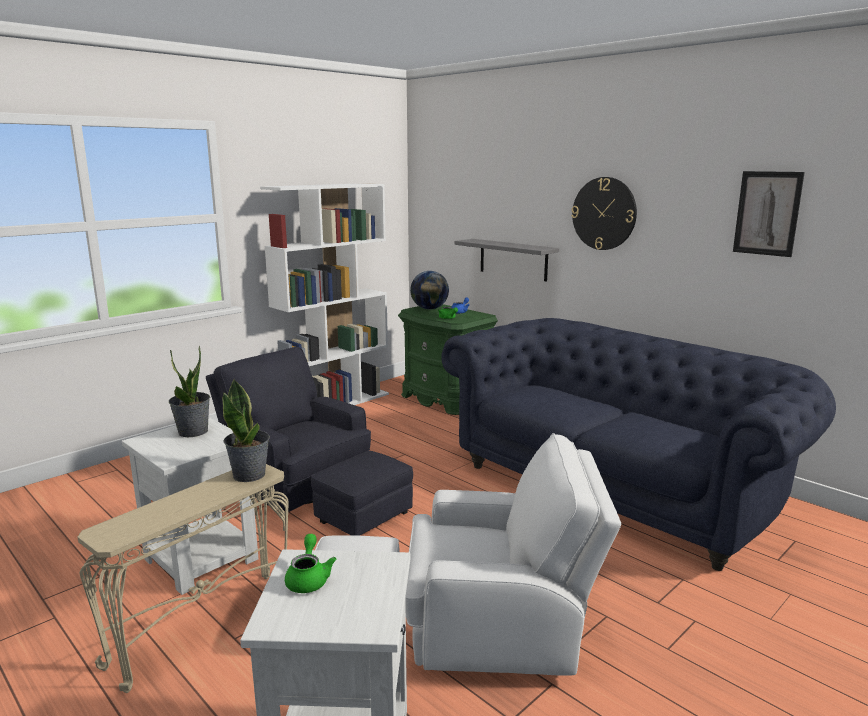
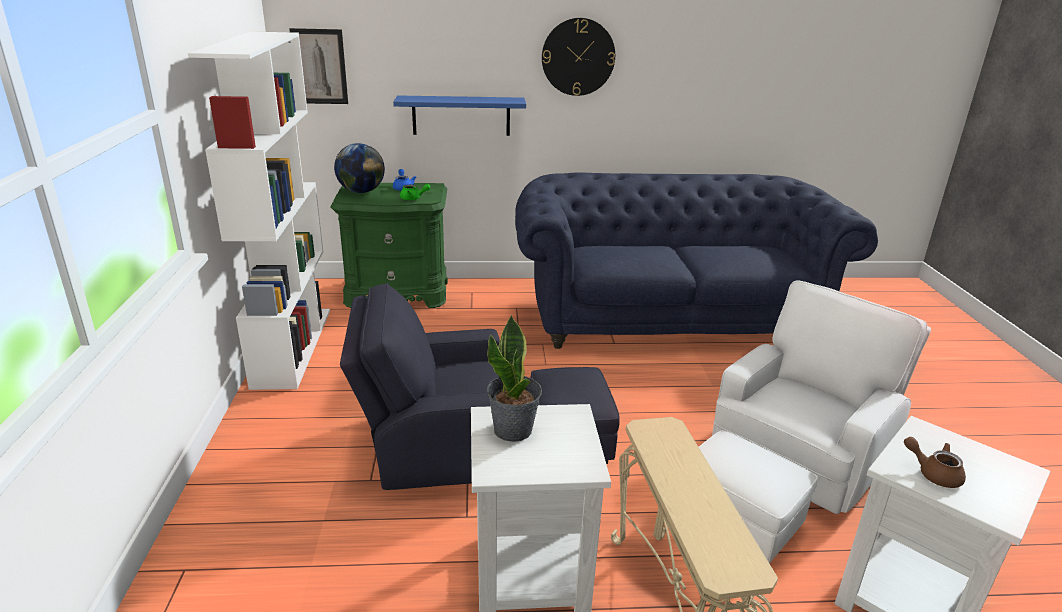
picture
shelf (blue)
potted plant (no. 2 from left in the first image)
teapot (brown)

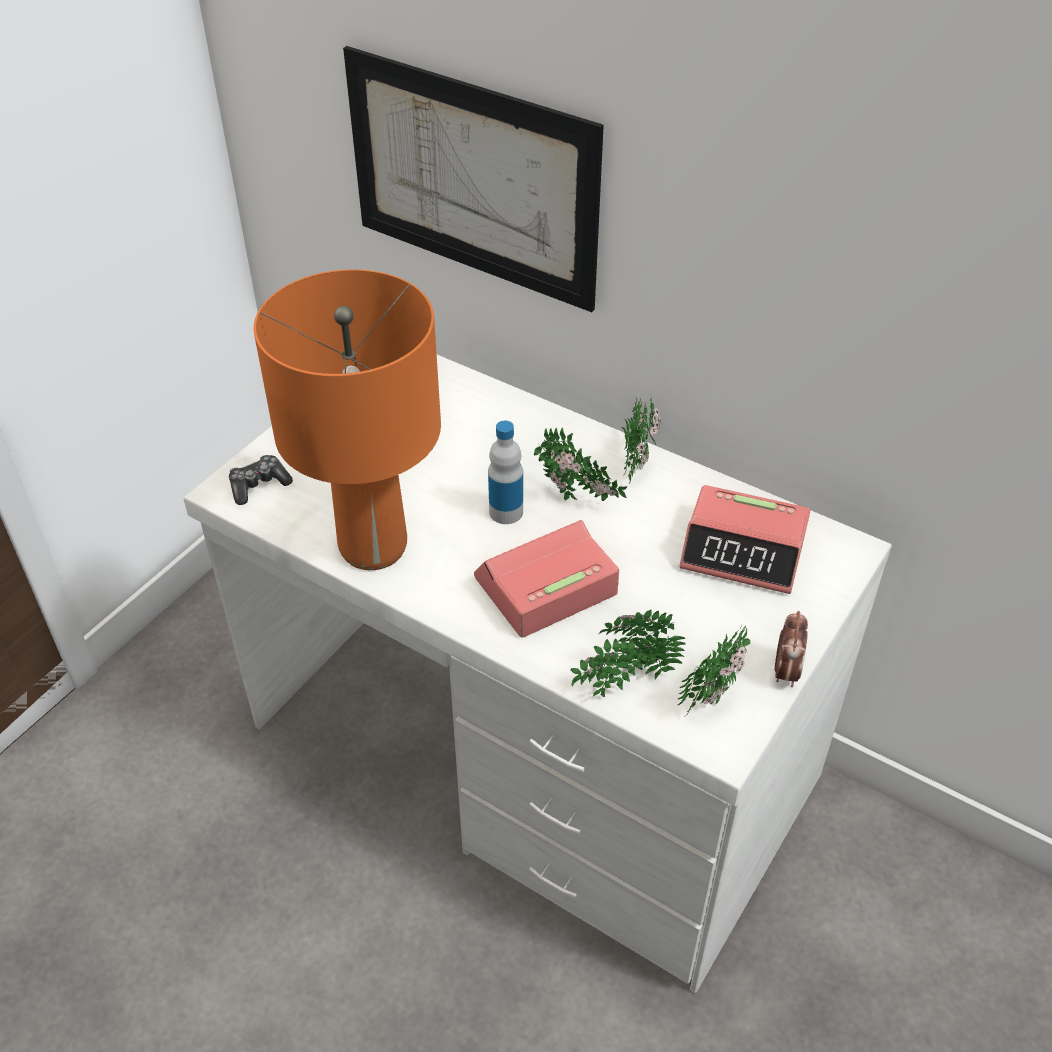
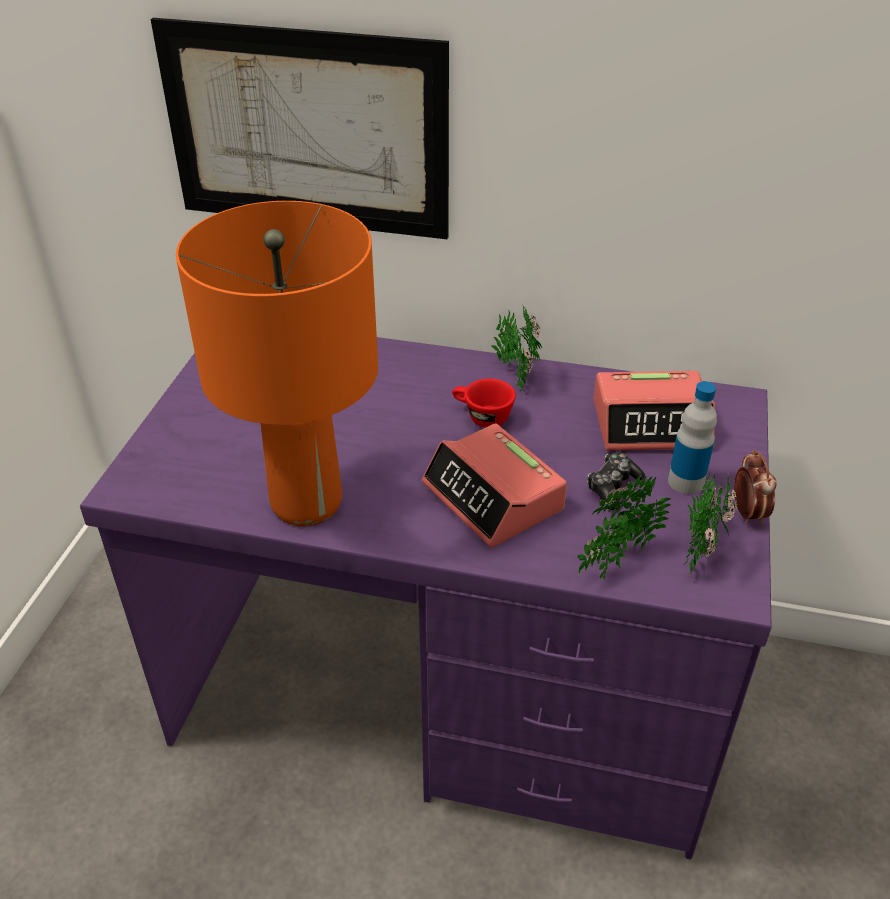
desk (purple)
bottle
cup (red)
game controller
alarm clock (no. 1 from left)

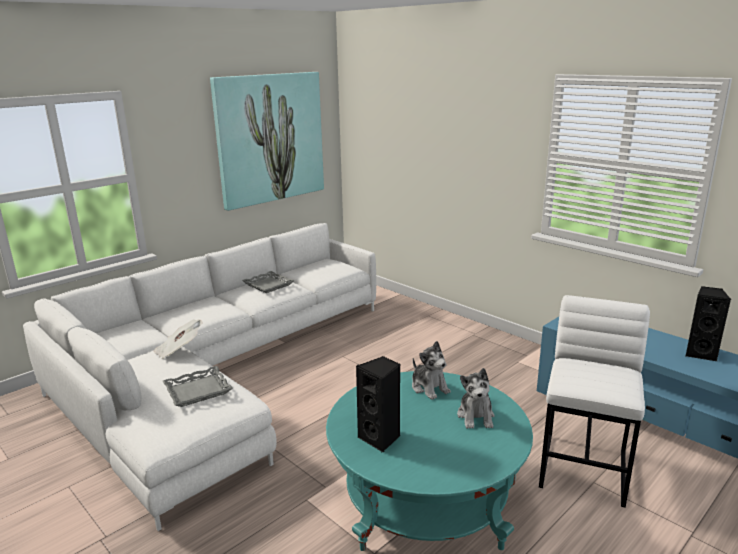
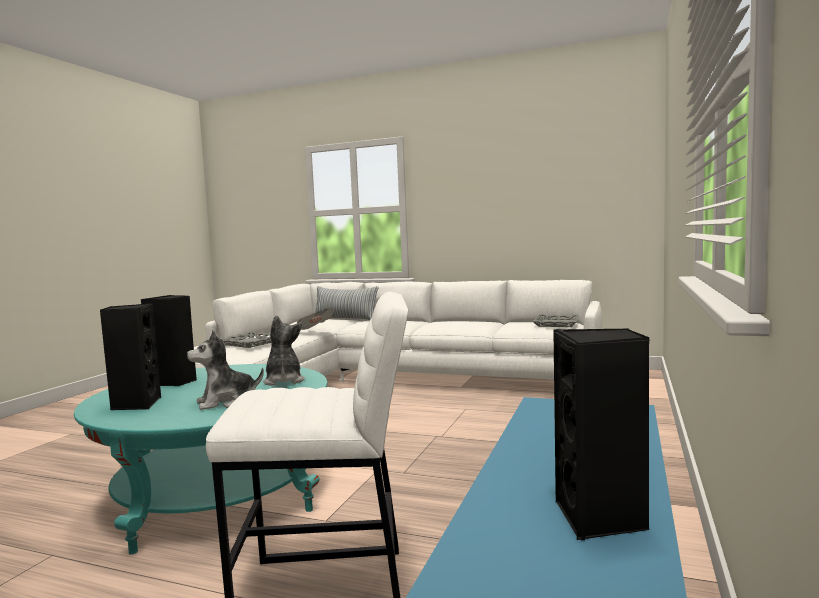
picture
tray (grey) (no. 2 from left)
plush toy (no. 2 from left)
pillow
speaker (black) (no. 1 from left)

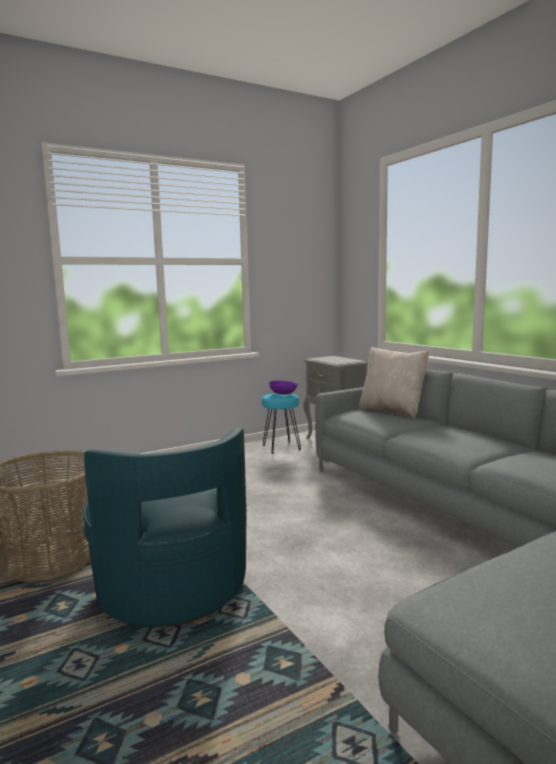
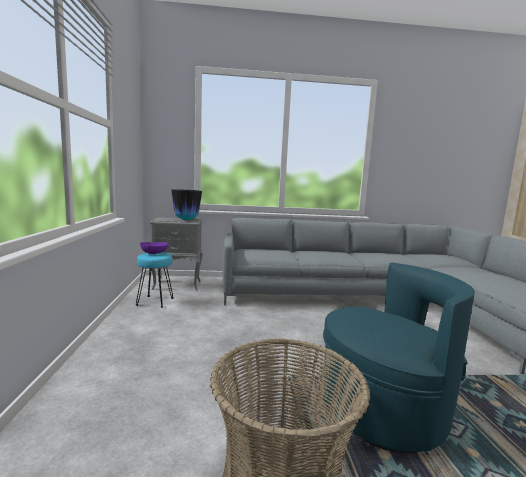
pillow (beige)
vase

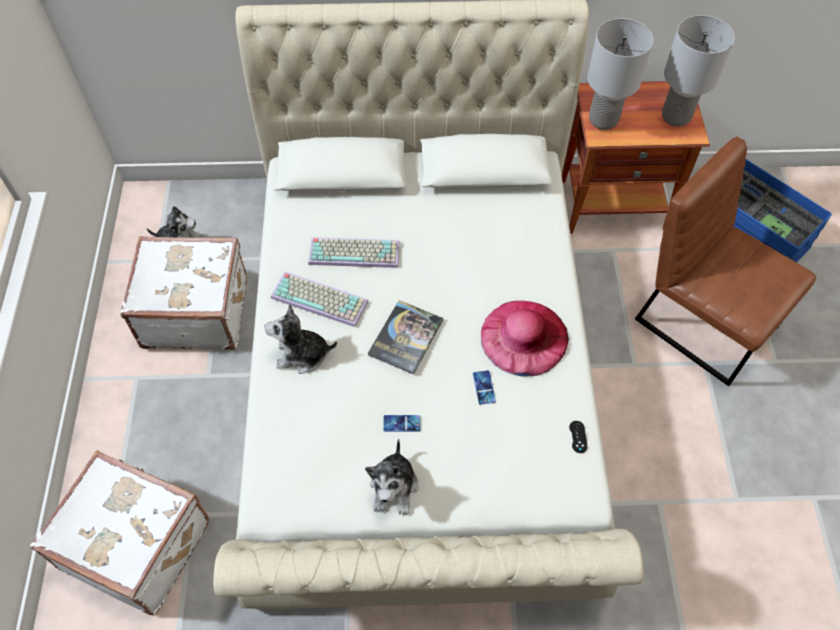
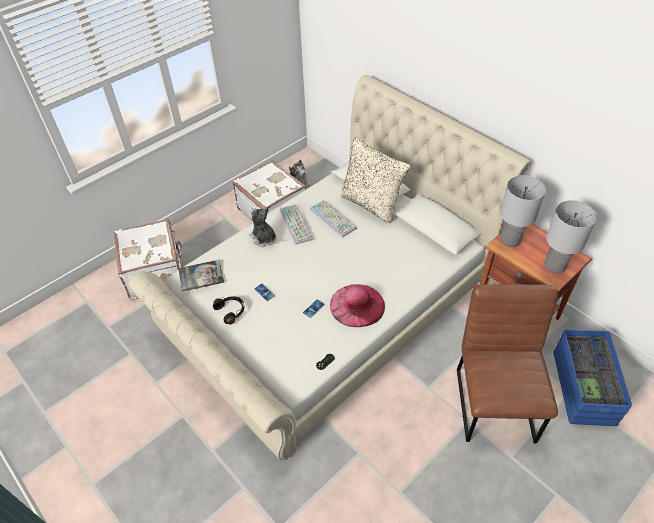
book
headphones (black)
pillow (beige)

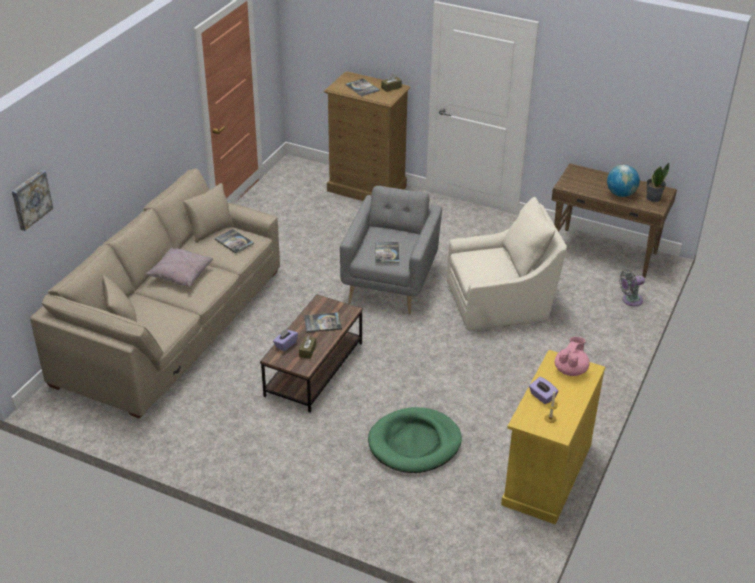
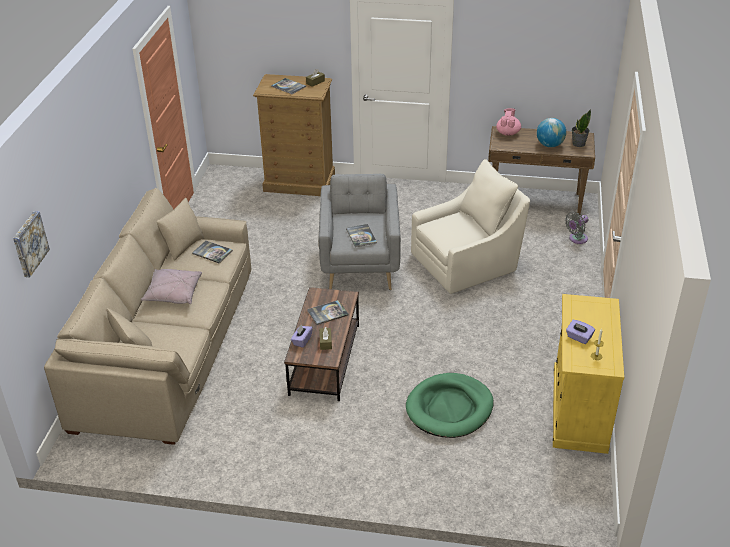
teapot (pink)

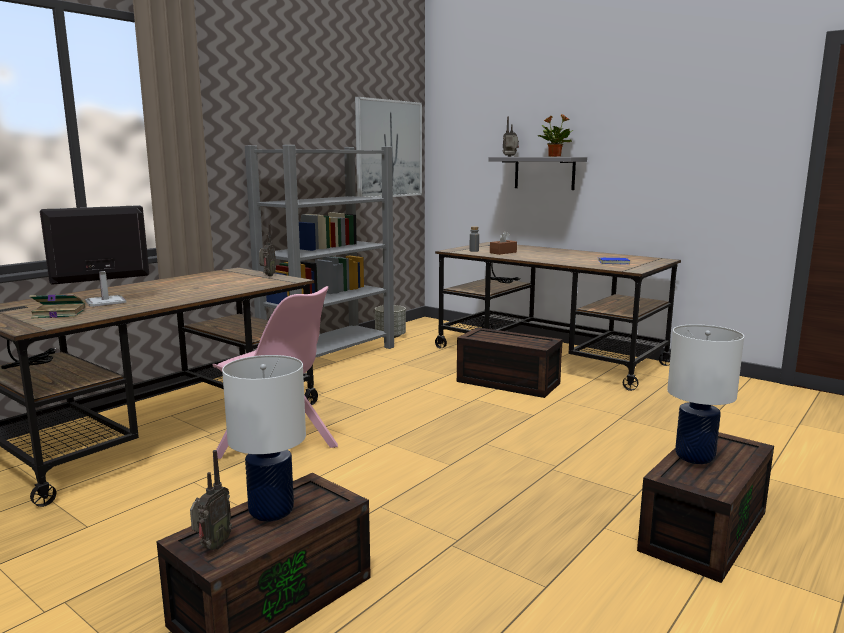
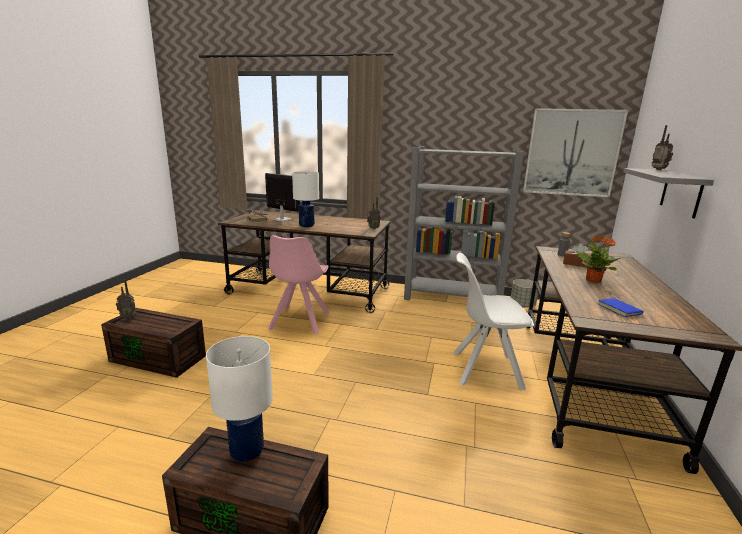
potted plant
chair (white)
table lamp (white) (no. 2 from left)

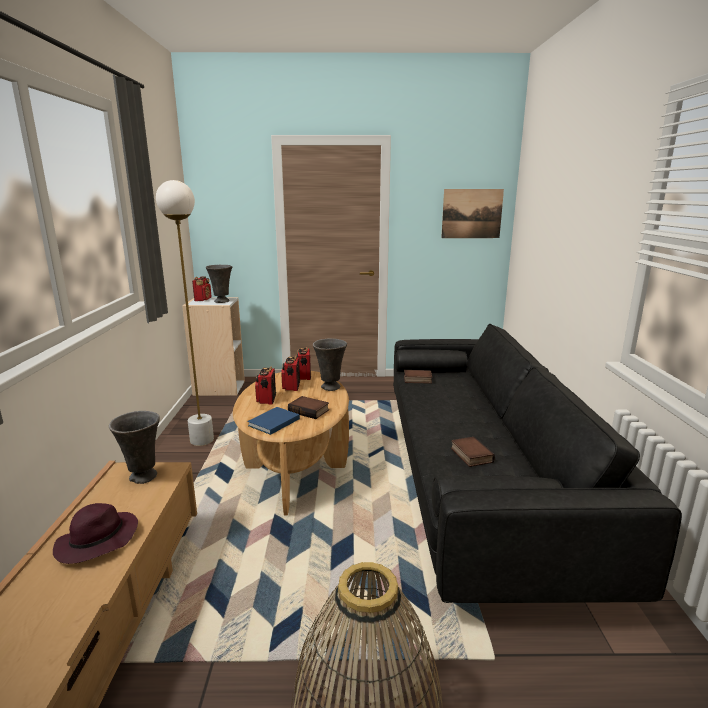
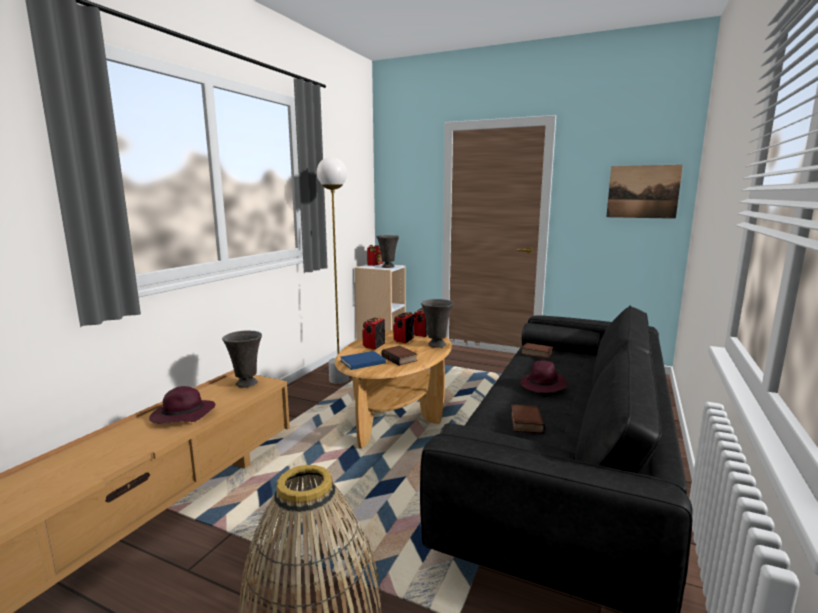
hat (purple) (no. 2 from left)

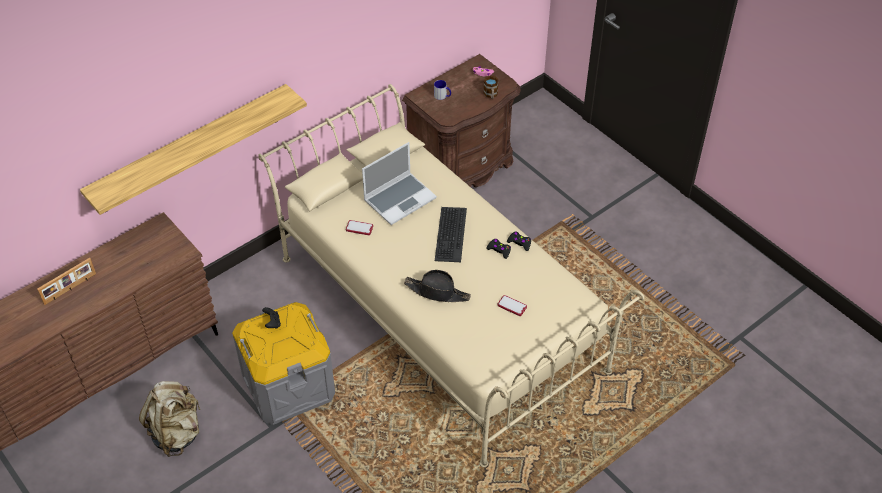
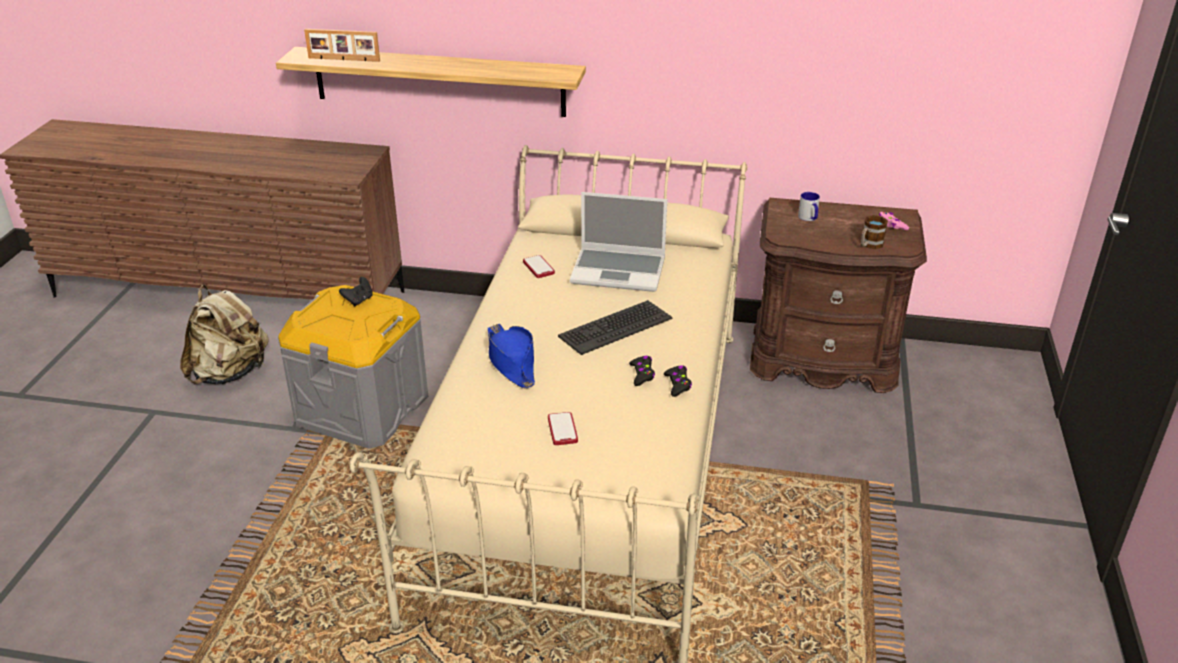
picture frame
hat (blue)

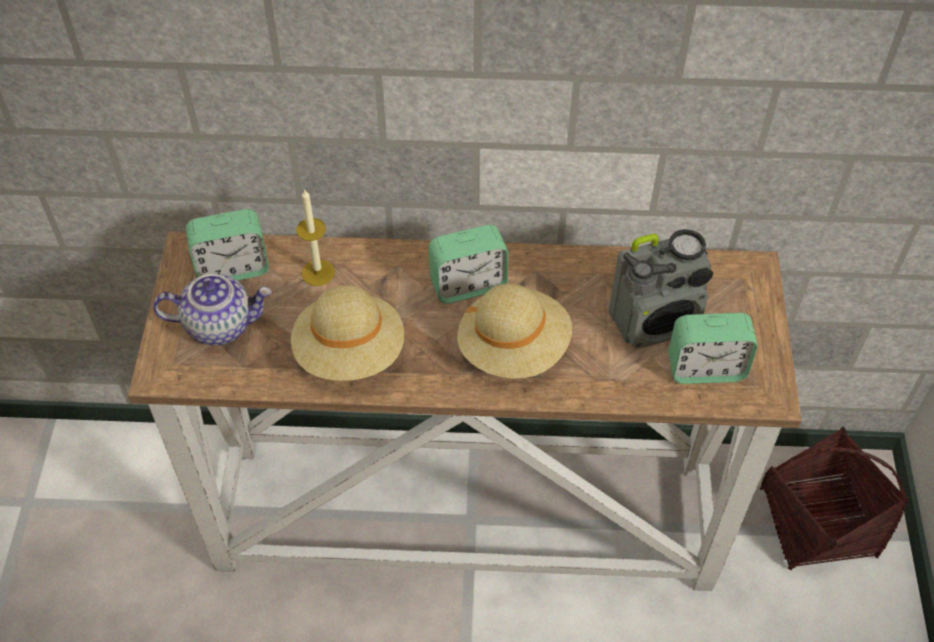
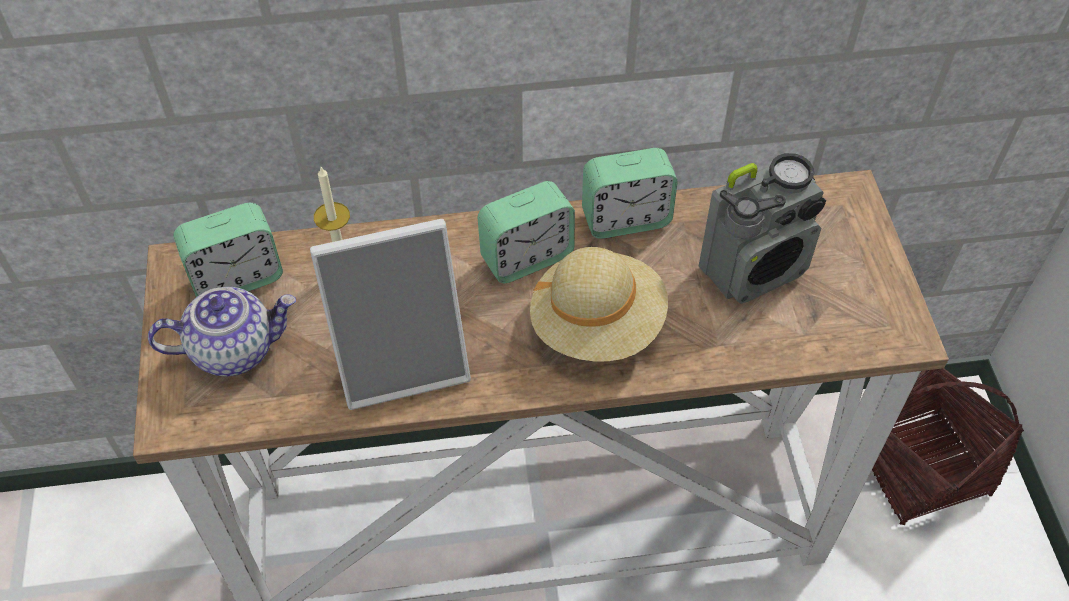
picture frame
alarm clock (no. 3 from left)

